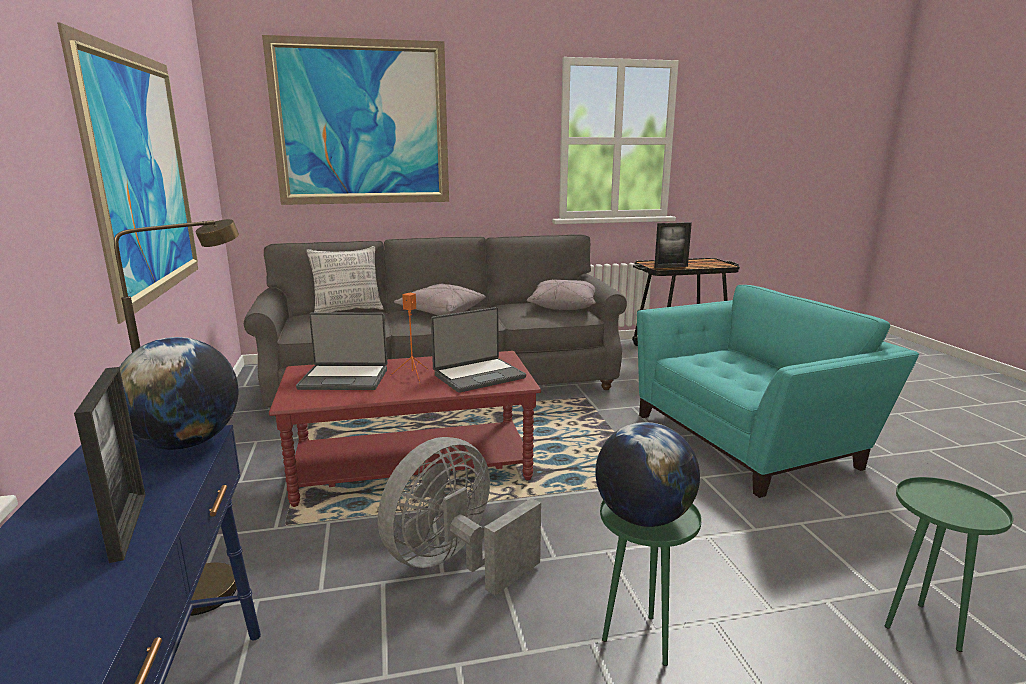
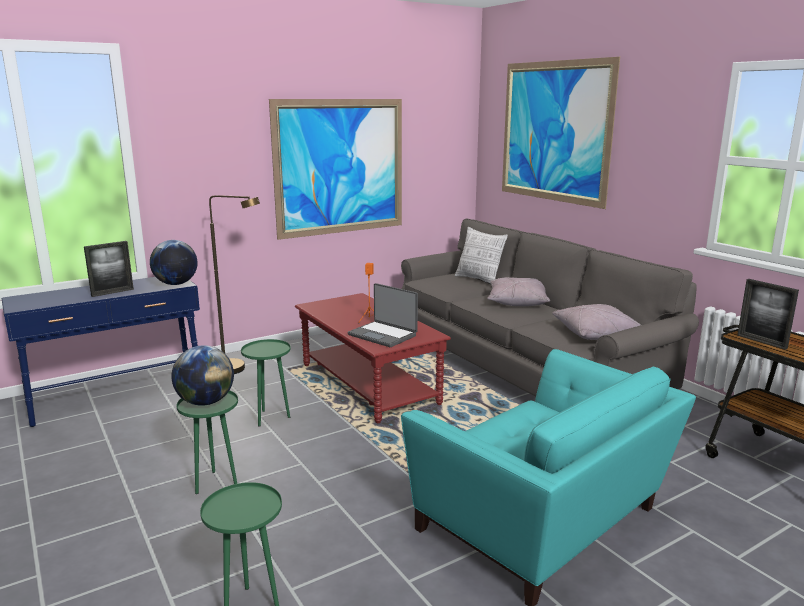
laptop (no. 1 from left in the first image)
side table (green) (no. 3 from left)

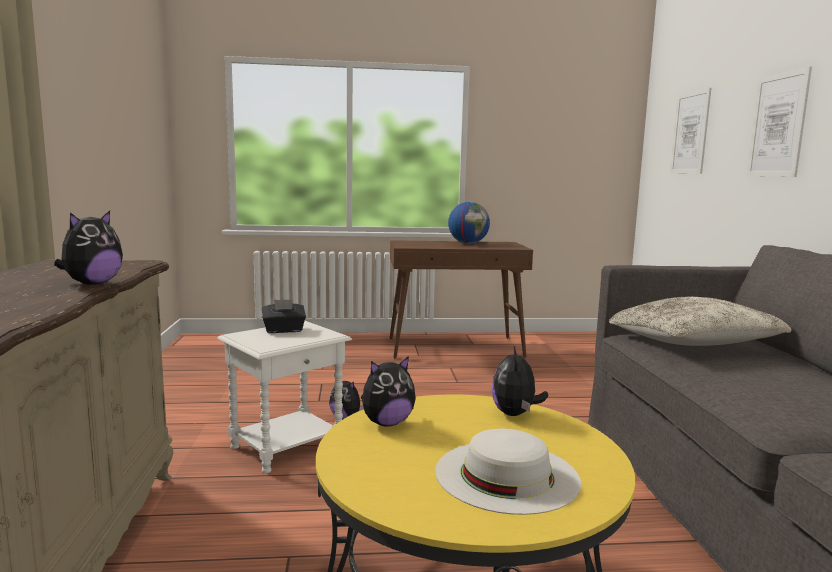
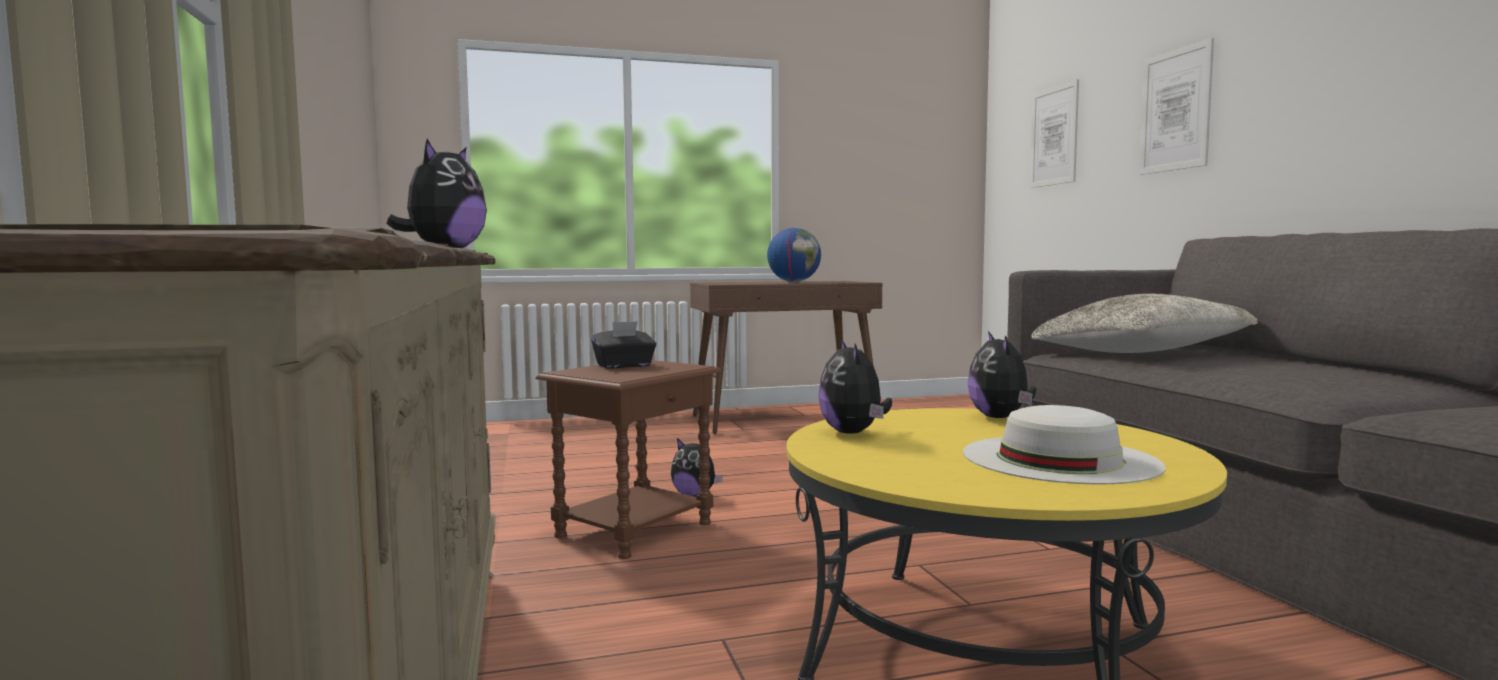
side table (brown)
plush toy (no. 3 from left)

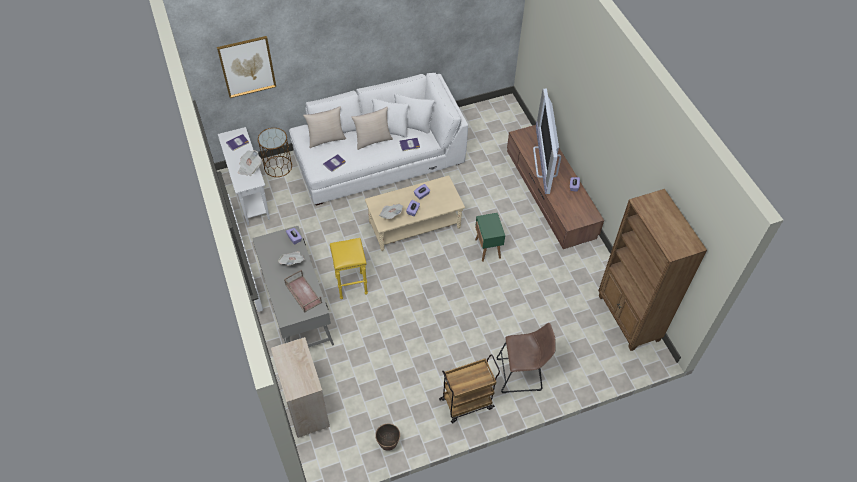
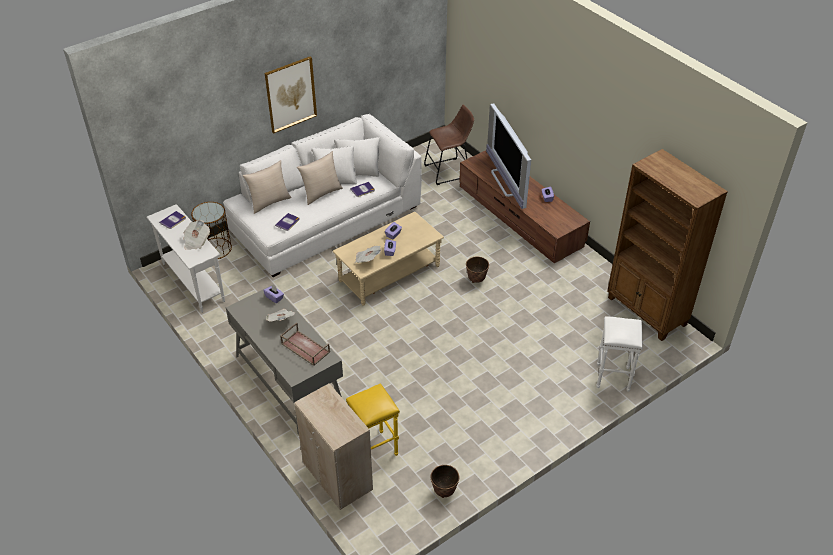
picture
planter (no. 2 from left)
stool (yellow)
stool (brown)
cart (brown)
stool (white)

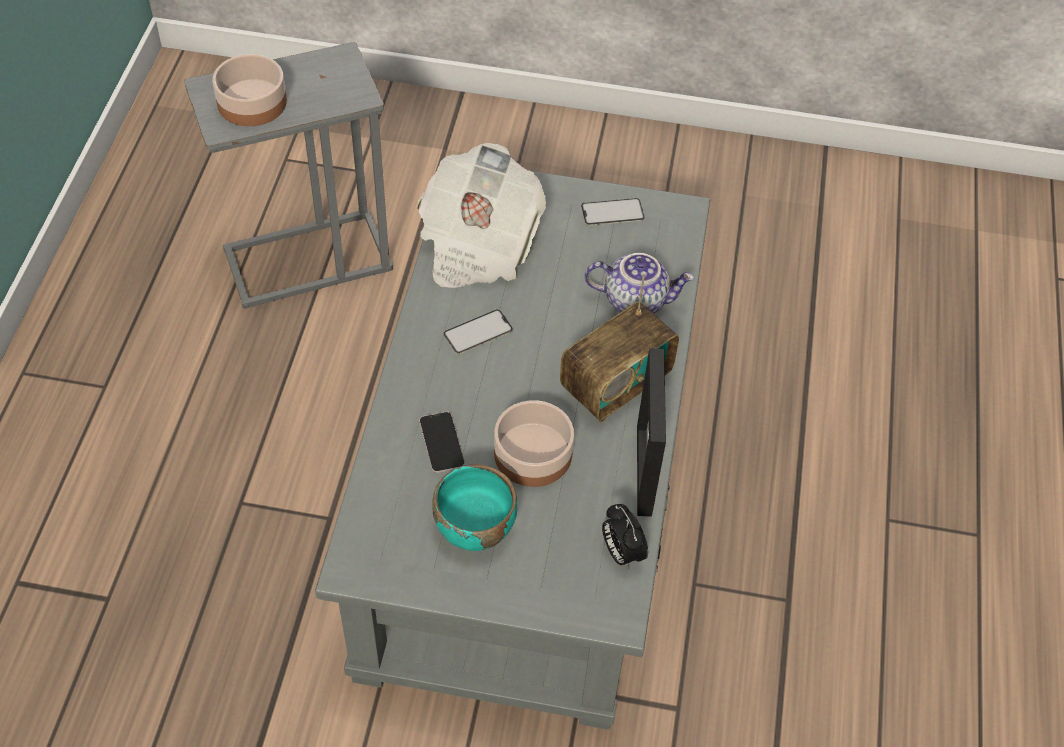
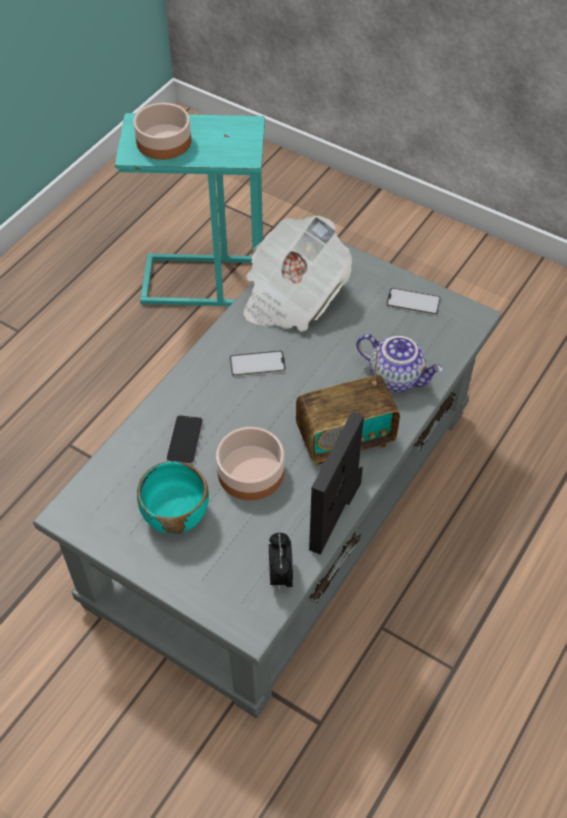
side table (turquoise)

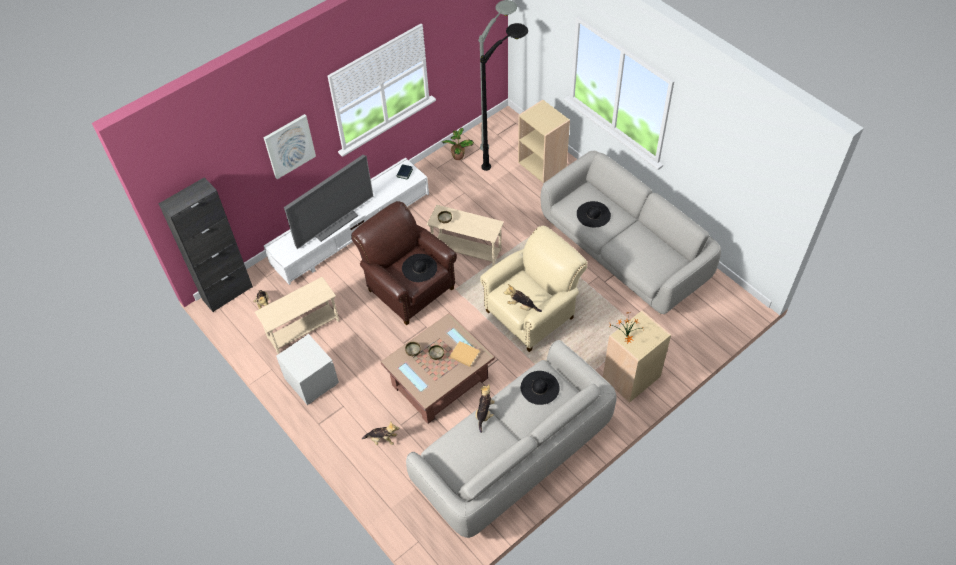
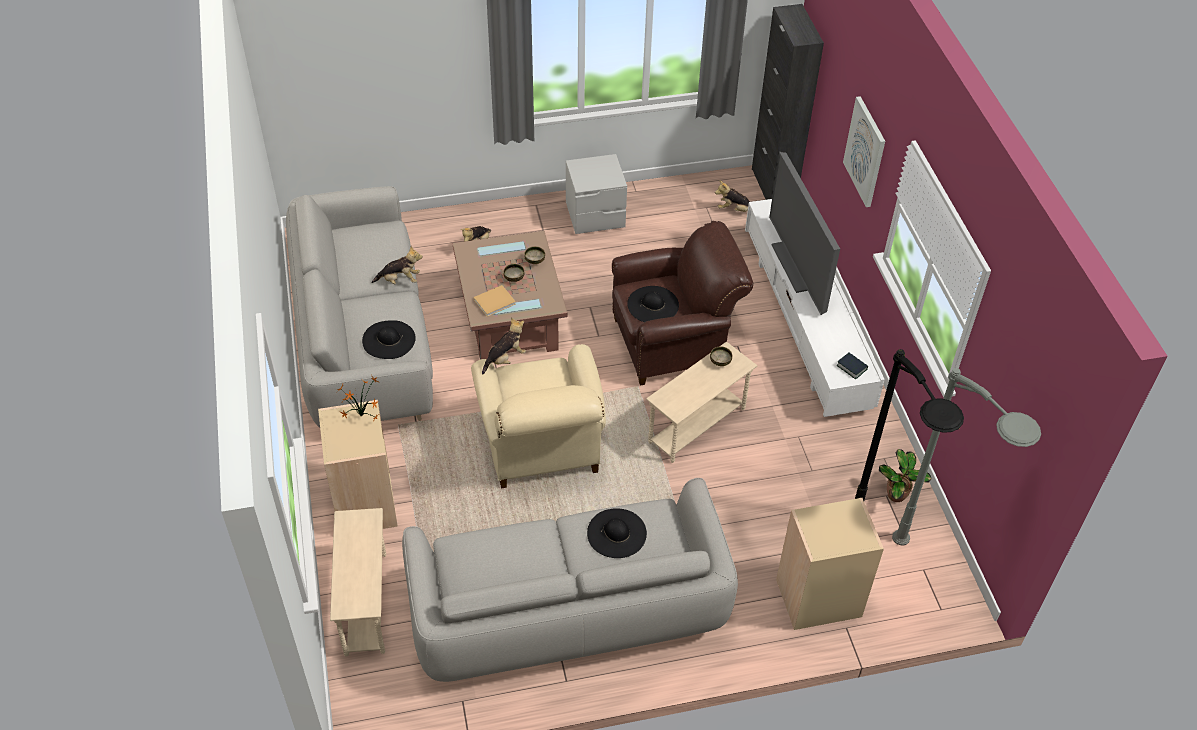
side table (beige) (no. 1 from left)
plush toy (no. 1 from left)

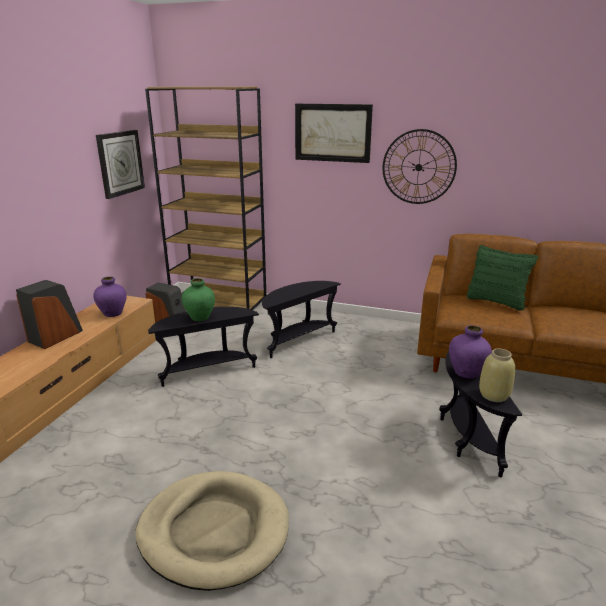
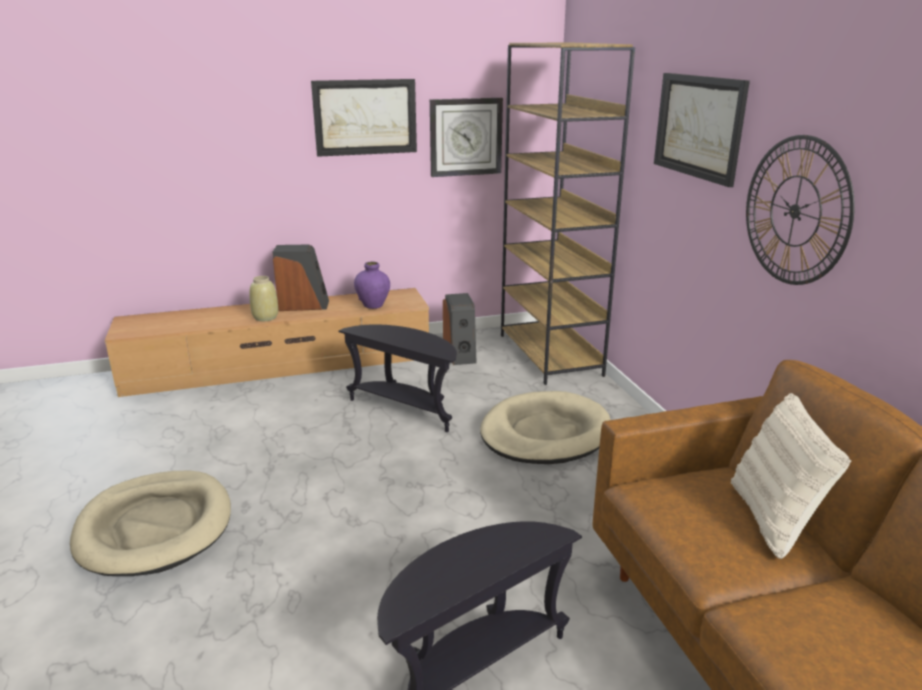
pillow (beige)
vase (green)
dog bed (beige) (no. 2 from left)
vase (purple) (no. 2 from left in the first image)
vase (beige)
picture (no. 1 from left)

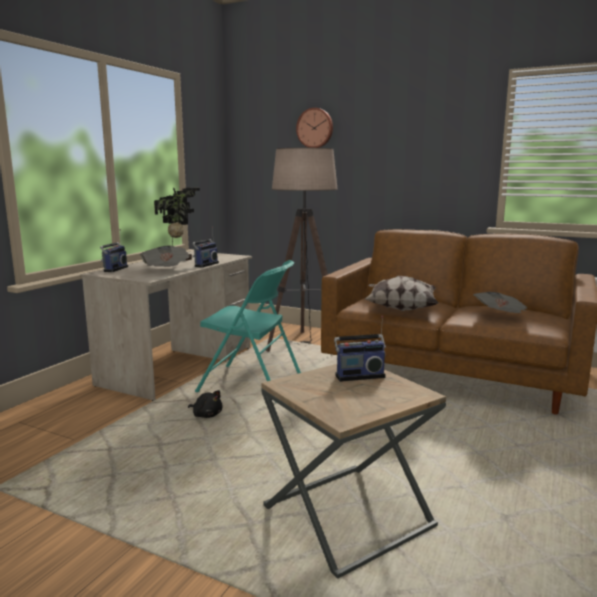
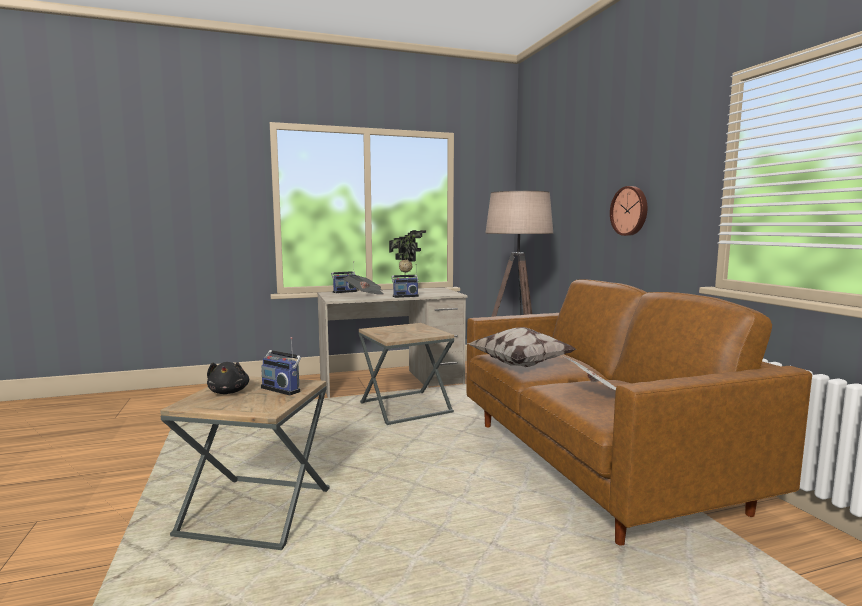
wall clock
side table (brown) (no. 2 from left)
plush toy (black)

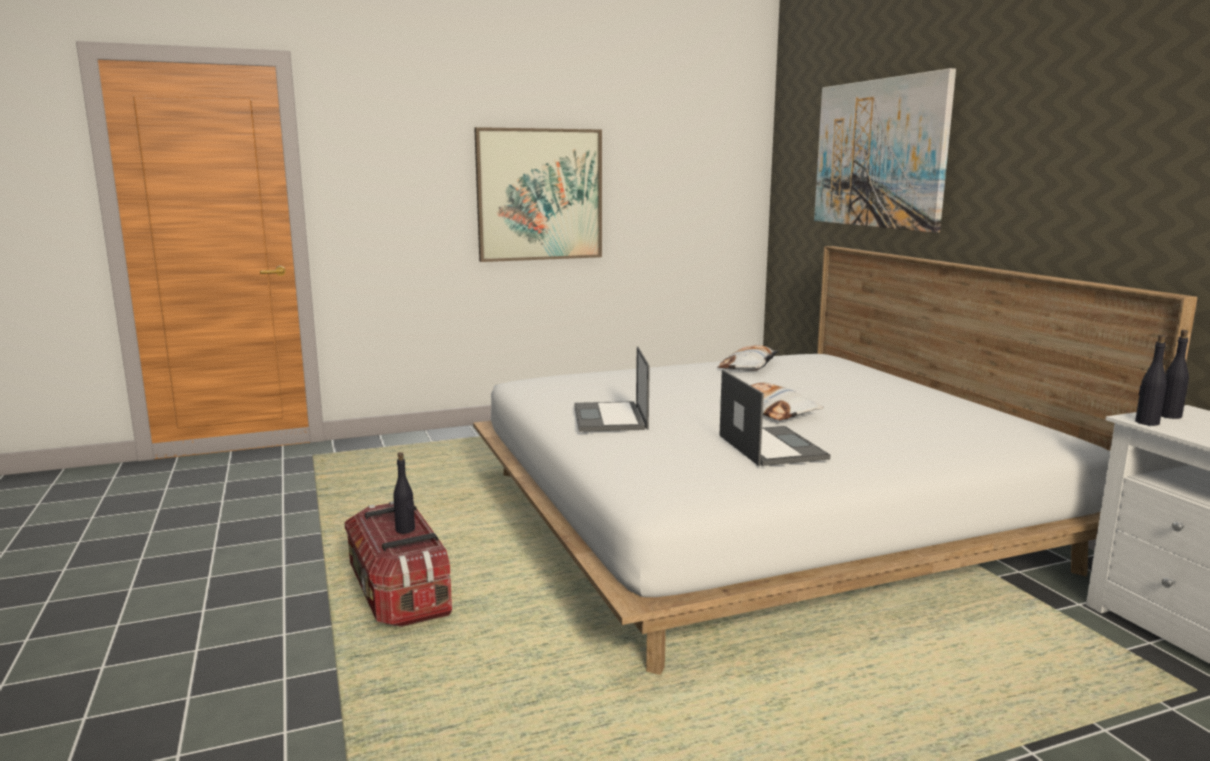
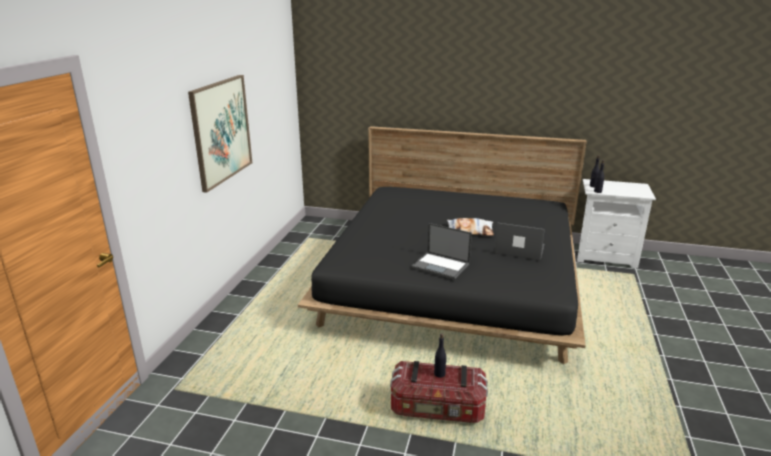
picture (no. 2 from left in the first image)
bed (black)
pillow (no. 1 from left in the first image)

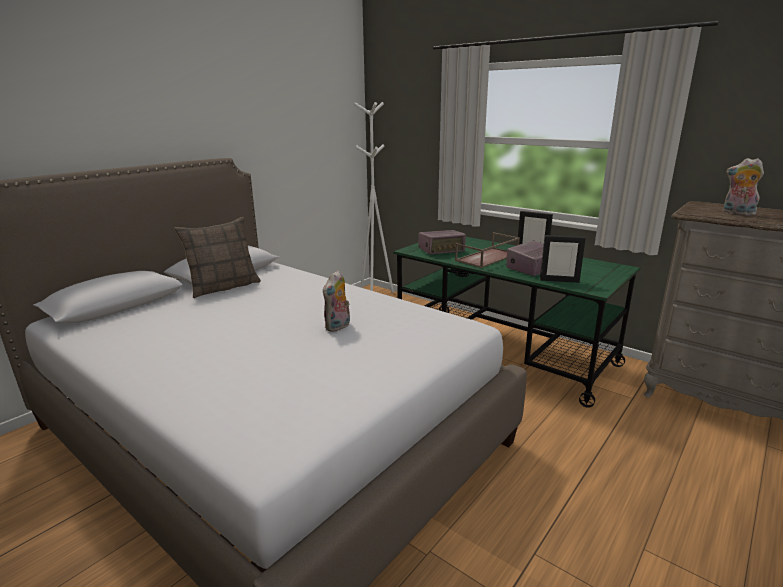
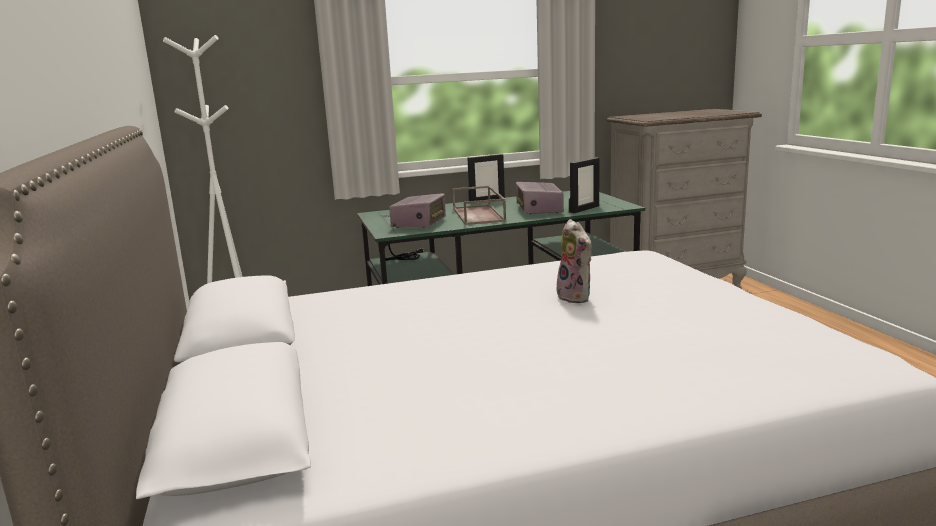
plush toy (no. 2 from left in the first image)
pillow

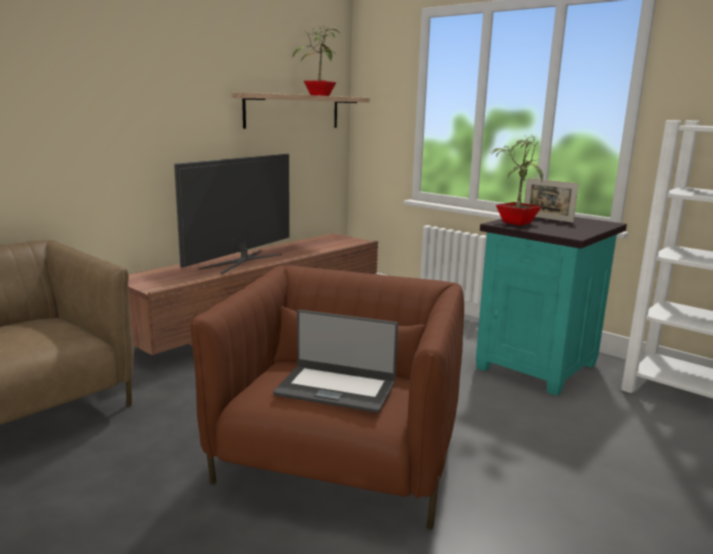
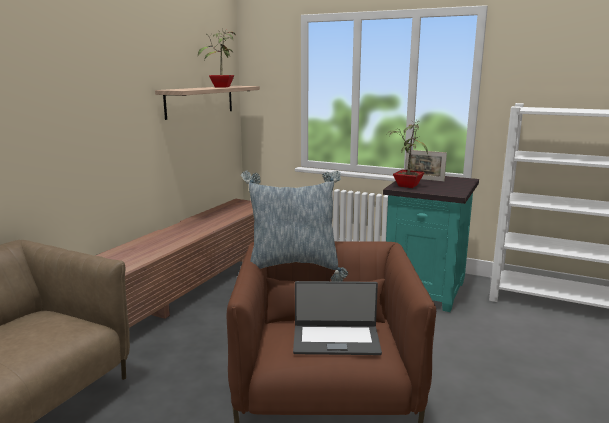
television
pillow

